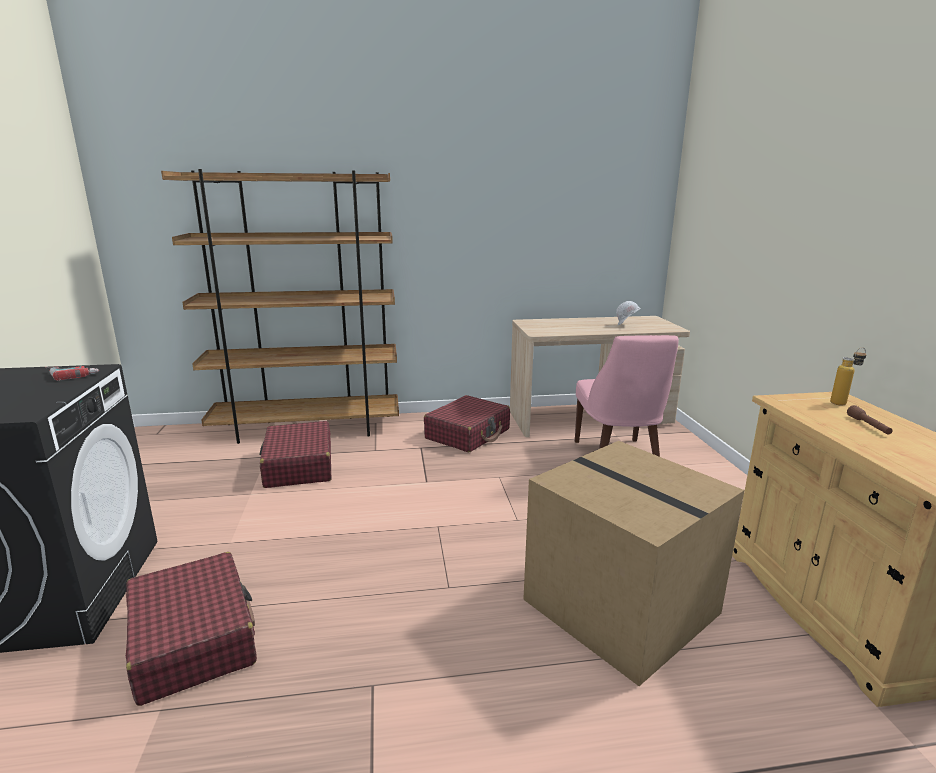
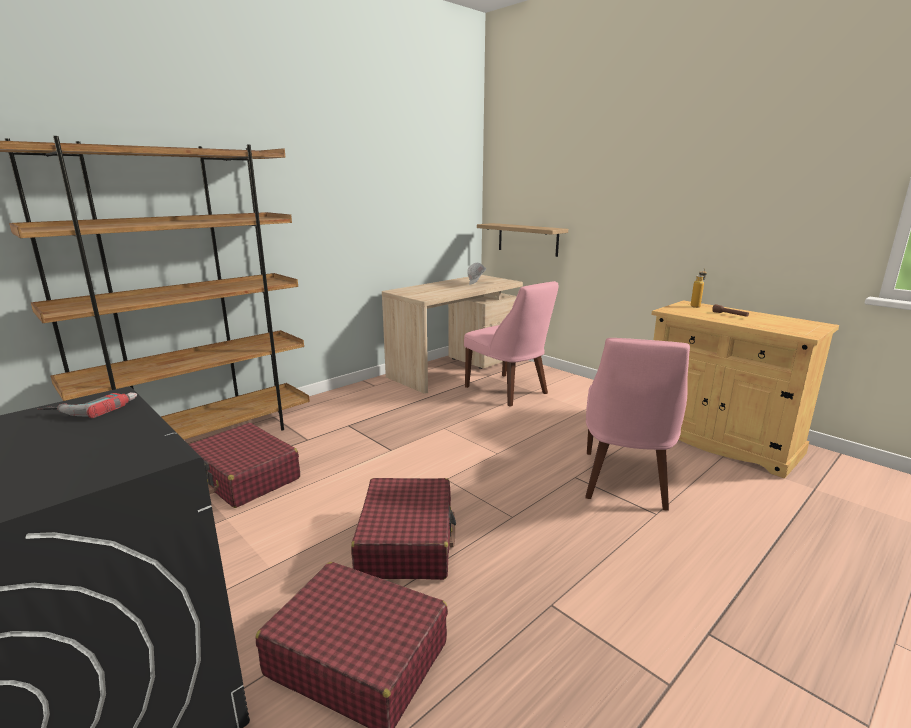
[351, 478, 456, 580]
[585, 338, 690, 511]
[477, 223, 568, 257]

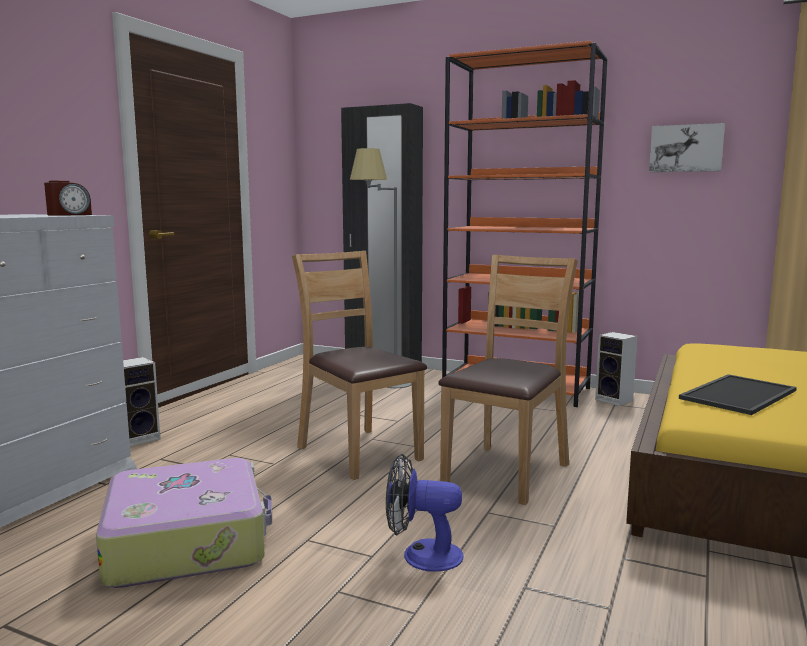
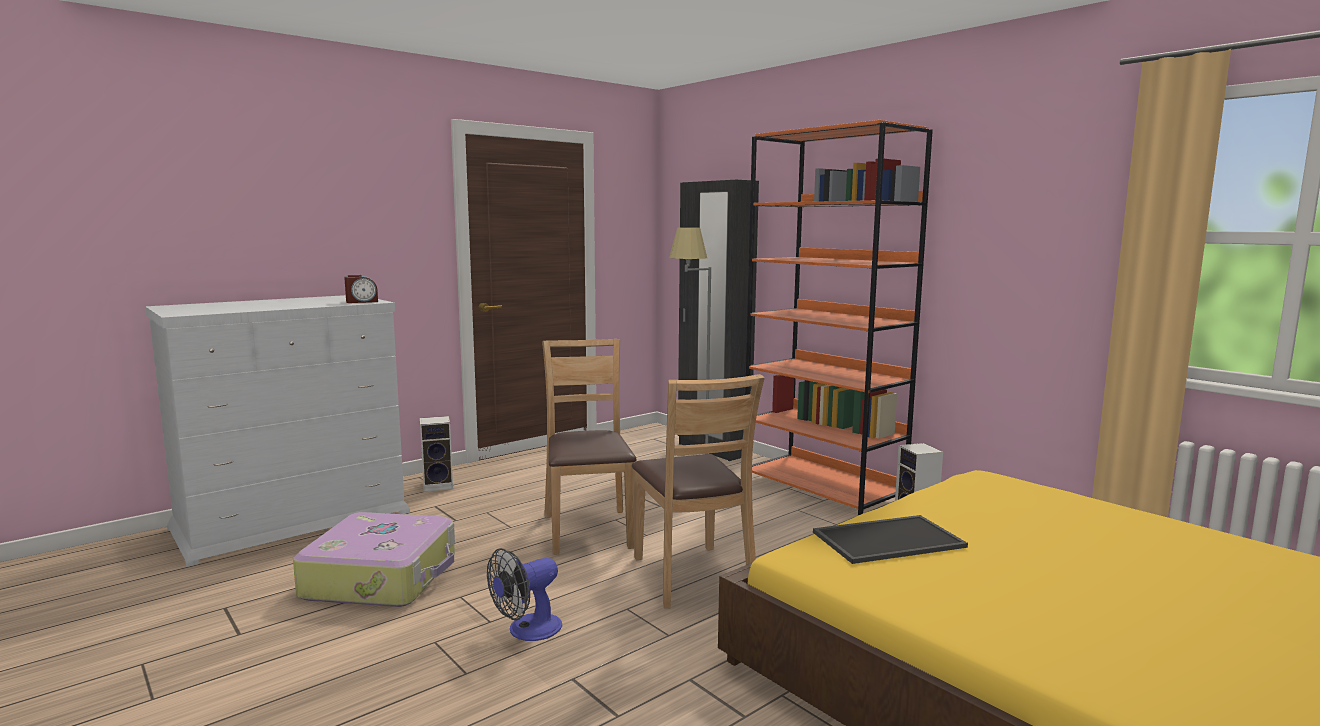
[649, 123, 725, 172] (first image)
[632, 374, 765, 609]
[487, 548, 562, 641]

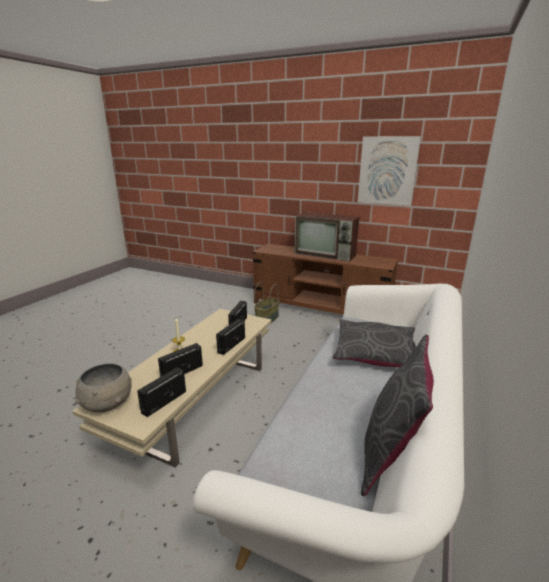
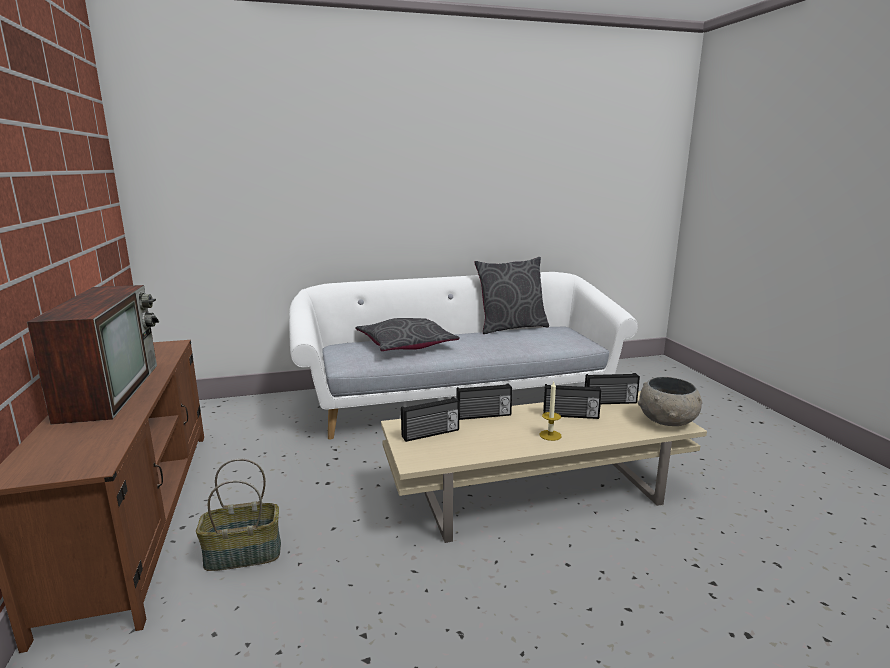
[358, 136, 421, 206] (first image)

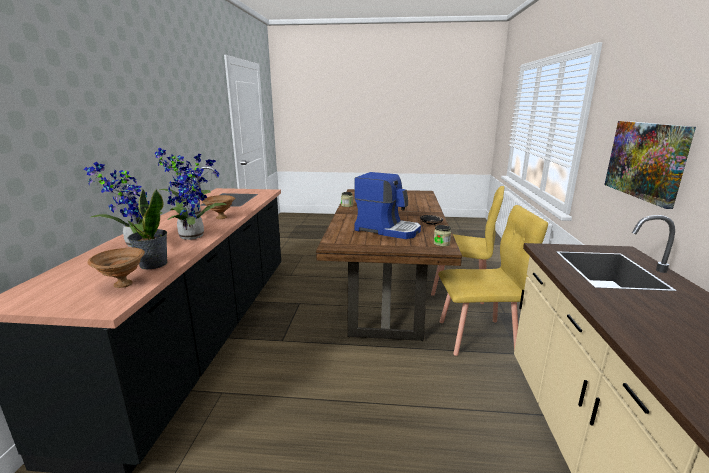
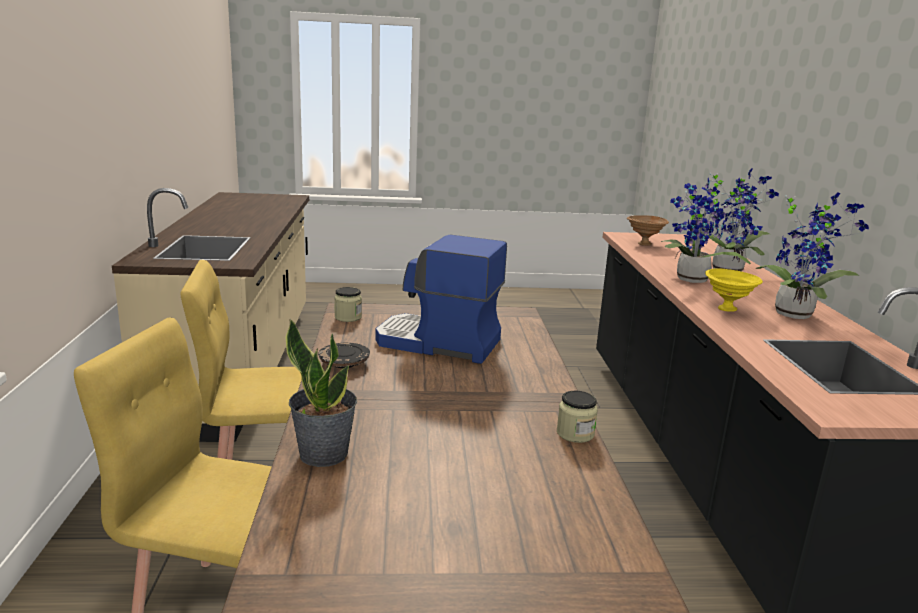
[604, 121, 696, 209] (first image)
[285, 319, 357, 467]
[705, 268, 763, 312]

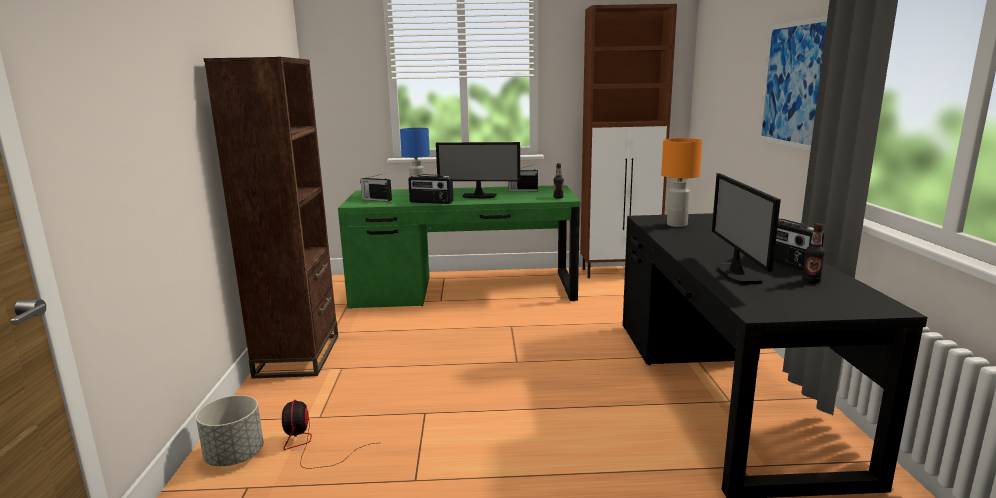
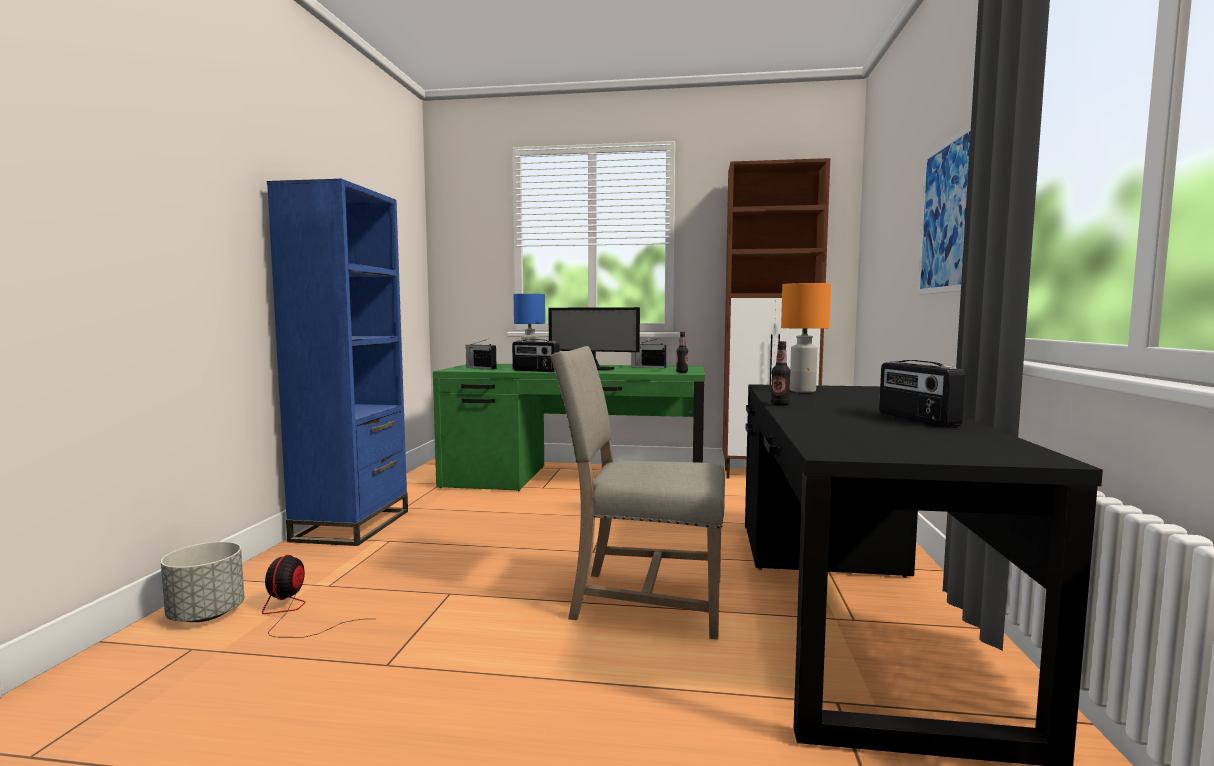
[267, 179, 408, 546]
[712, 173, 781, 284] (first image)
[771, 341, 791, 406]
[550, 346, 725, 639]

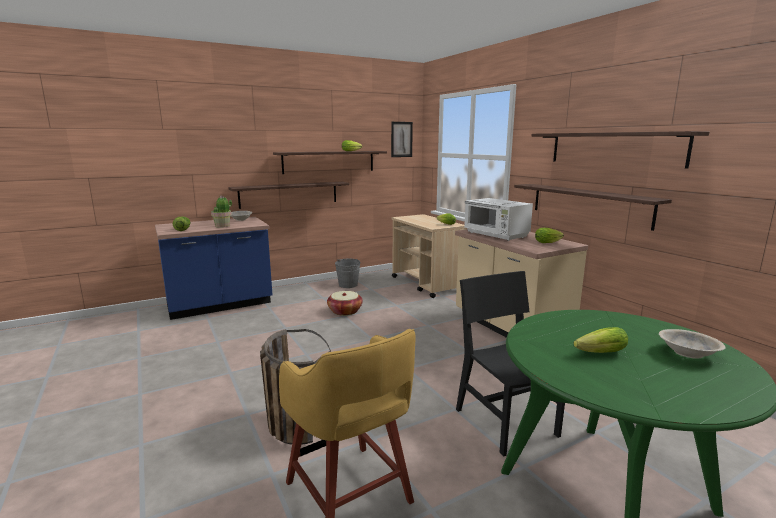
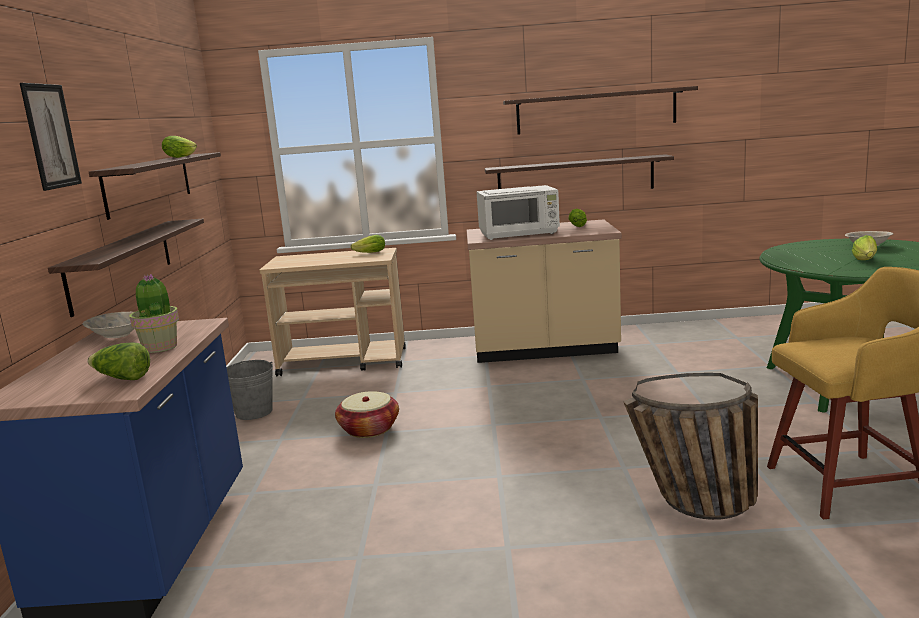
[20, 83, 82, 191]
[456, 271, 565, 457] (first image)

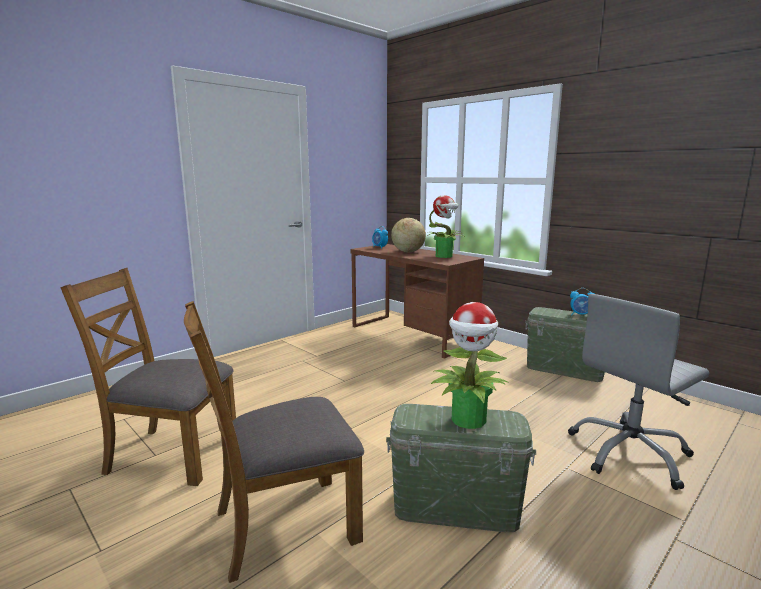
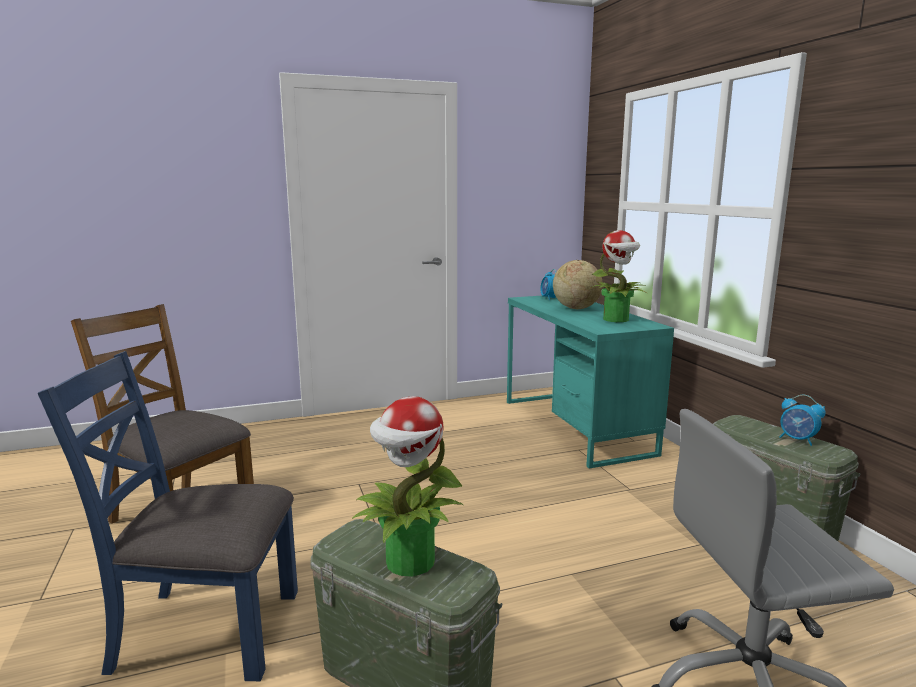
[507, 295, 674, 469]
[38, 351, 298, 681]

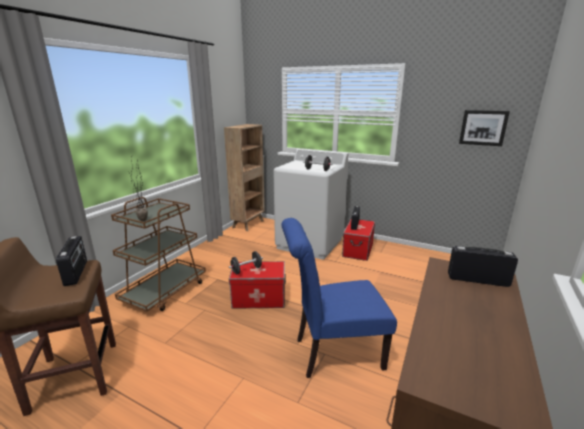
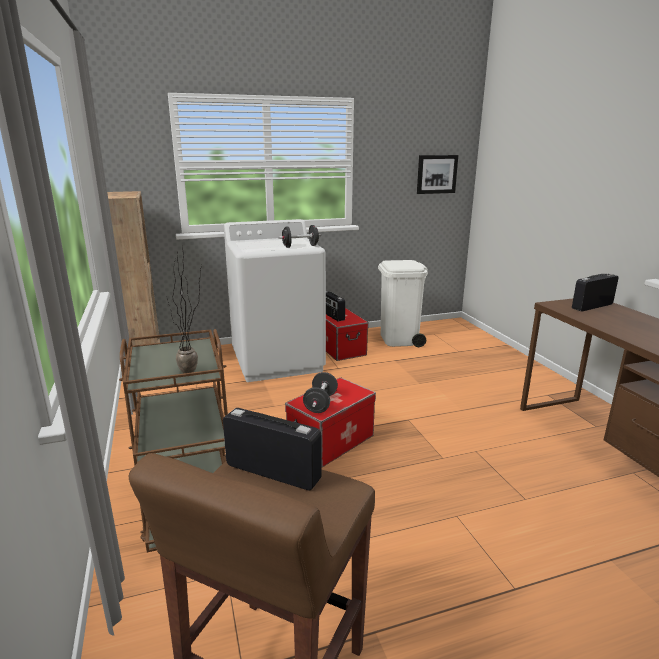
[281, 218, 397, 378] (first image)
[378, 260, 428, 347]

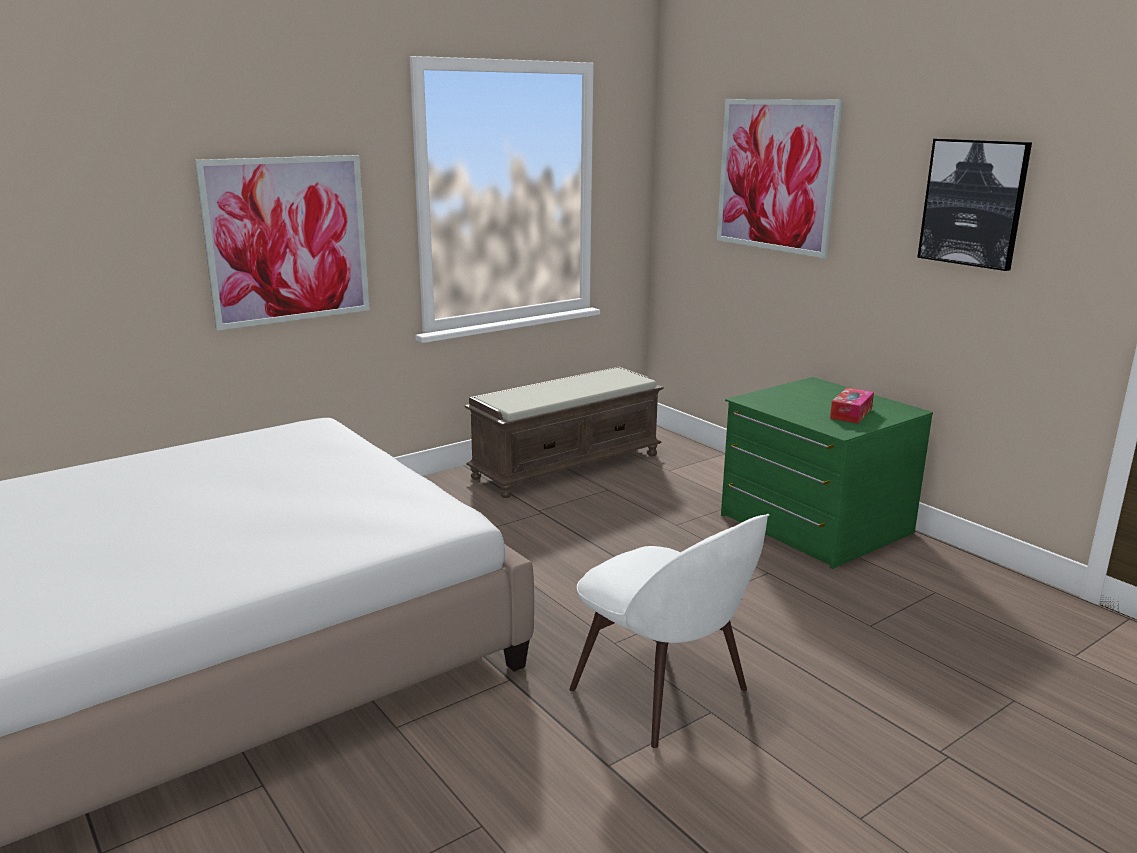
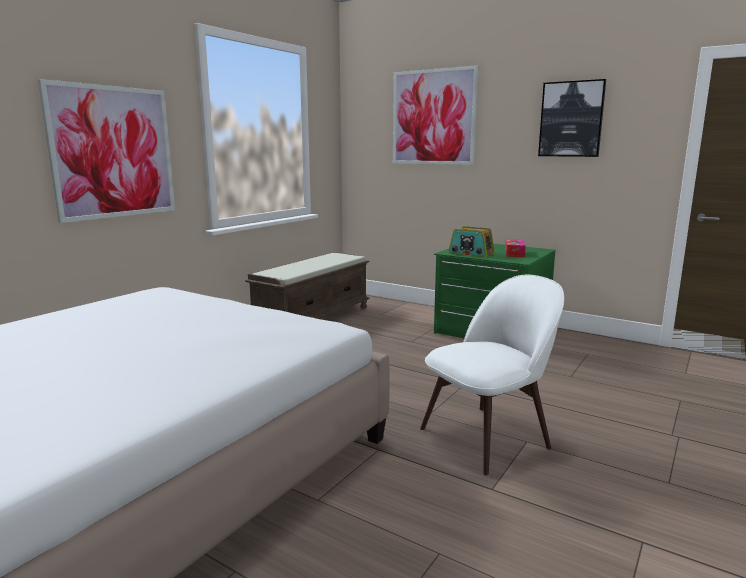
[420, 275, 564, 476]
[448, 226, 495, 258]

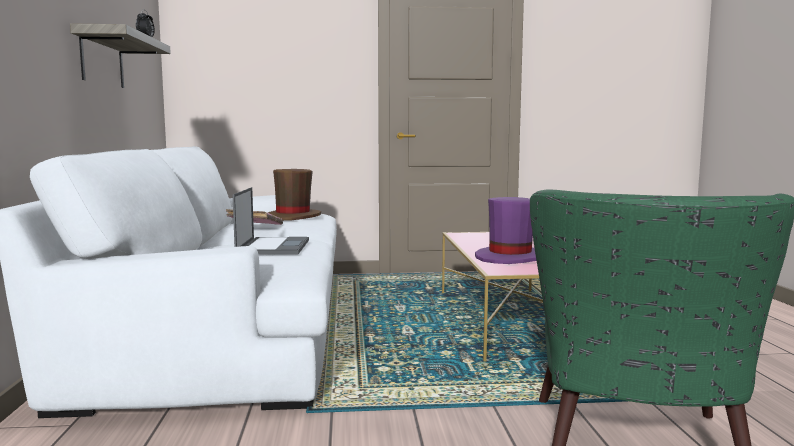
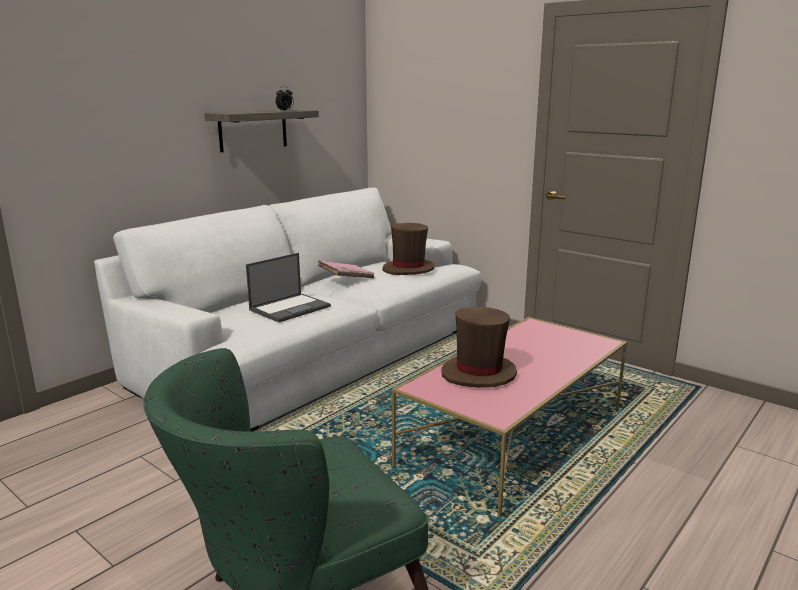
[441, 307, 517, 388]

